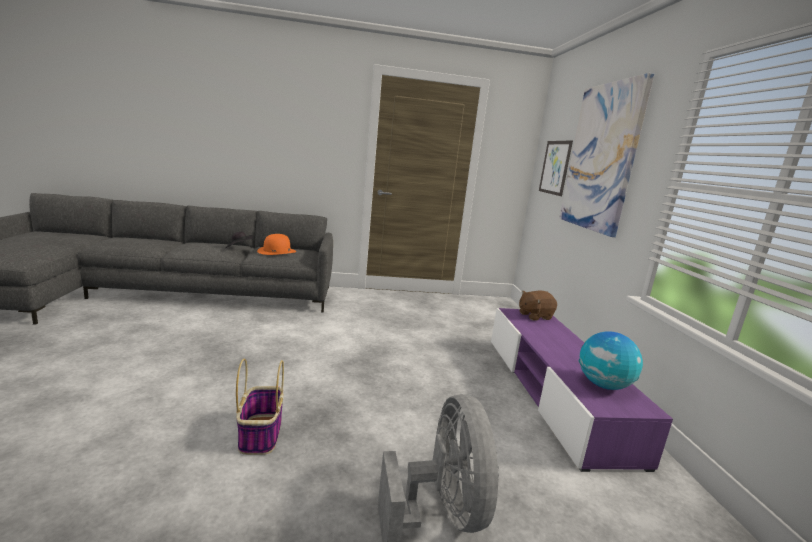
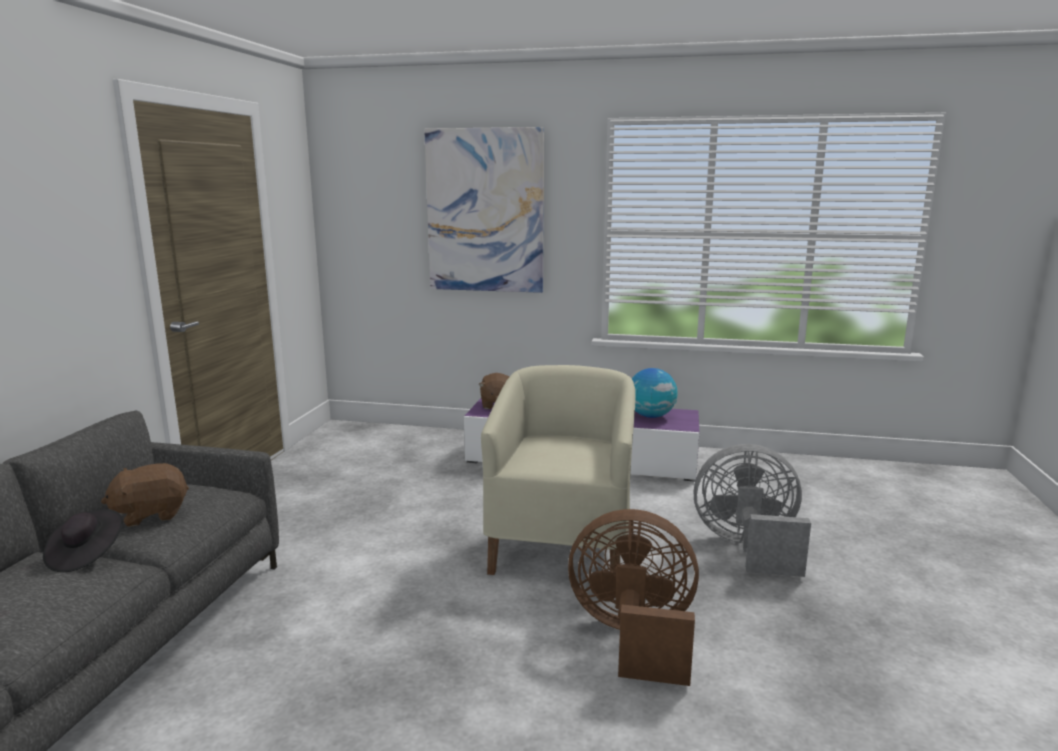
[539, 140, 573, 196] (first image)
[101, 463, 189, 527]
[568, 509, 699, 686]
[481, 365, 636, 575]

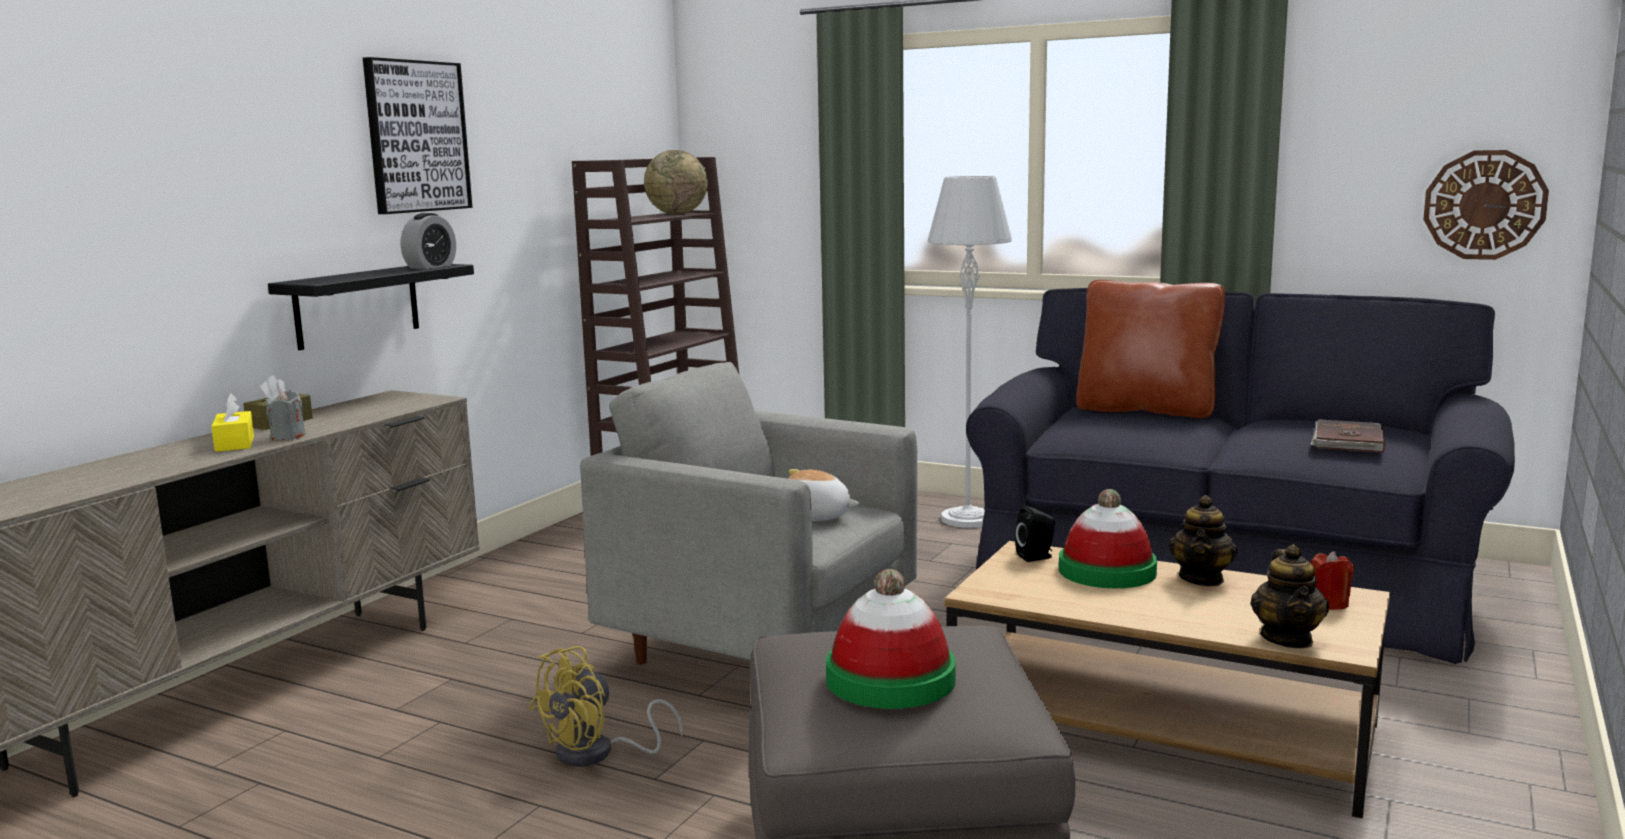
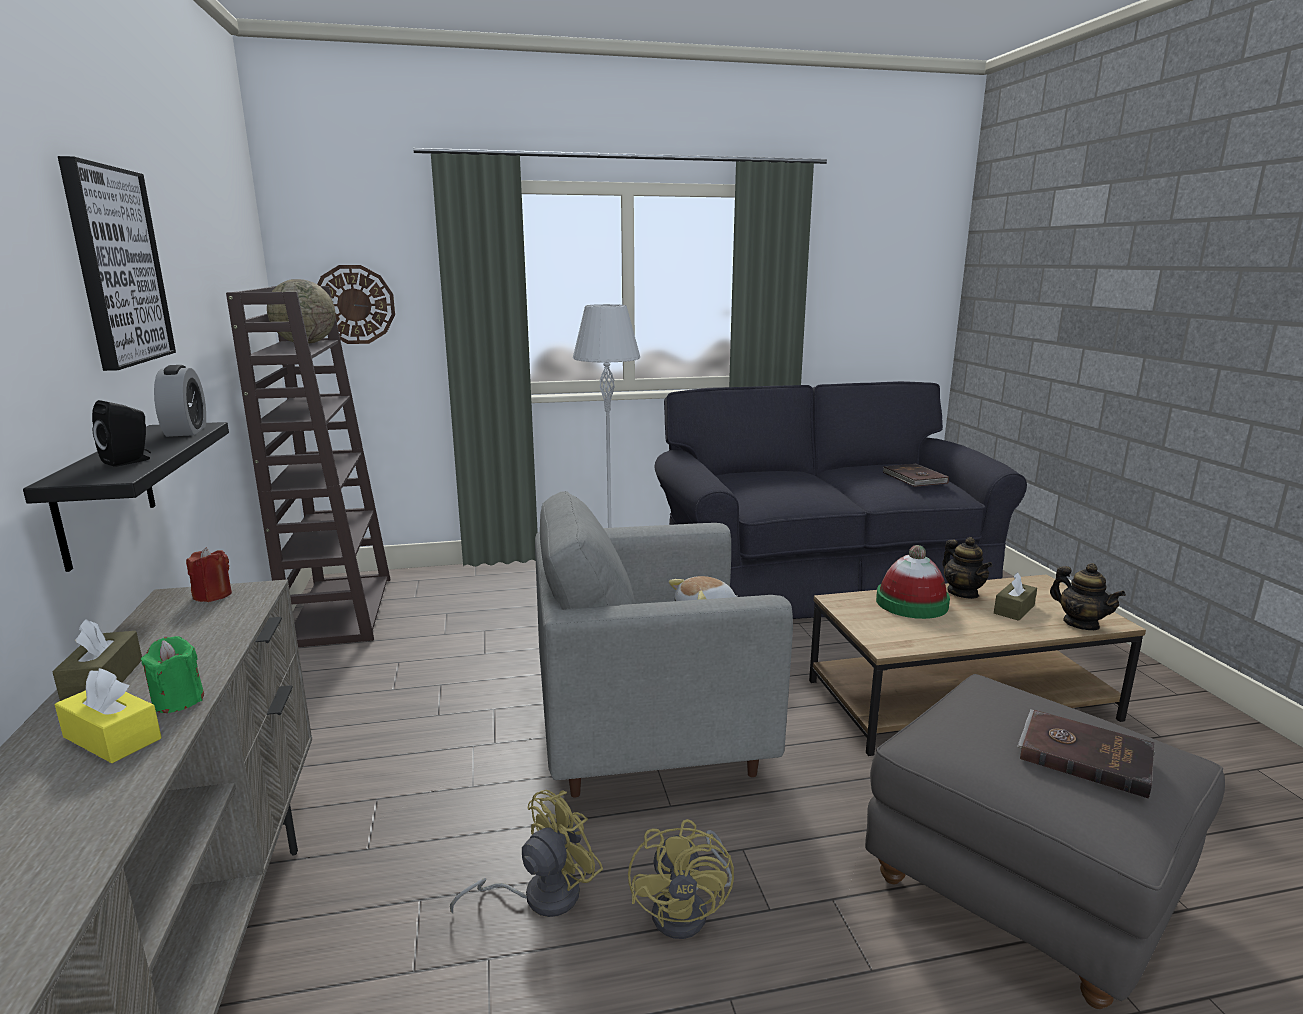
[317, 265, 395, 344]
[1076, 280, 1225, 418] (first image)
[141, 636, 204, 713]
[92, 400, 151, 467]
[186, 547, 232, 602]
[1017, 709, 1155, 799]
[994, 572, 1037, 621]
[450, 790, 603, 917]

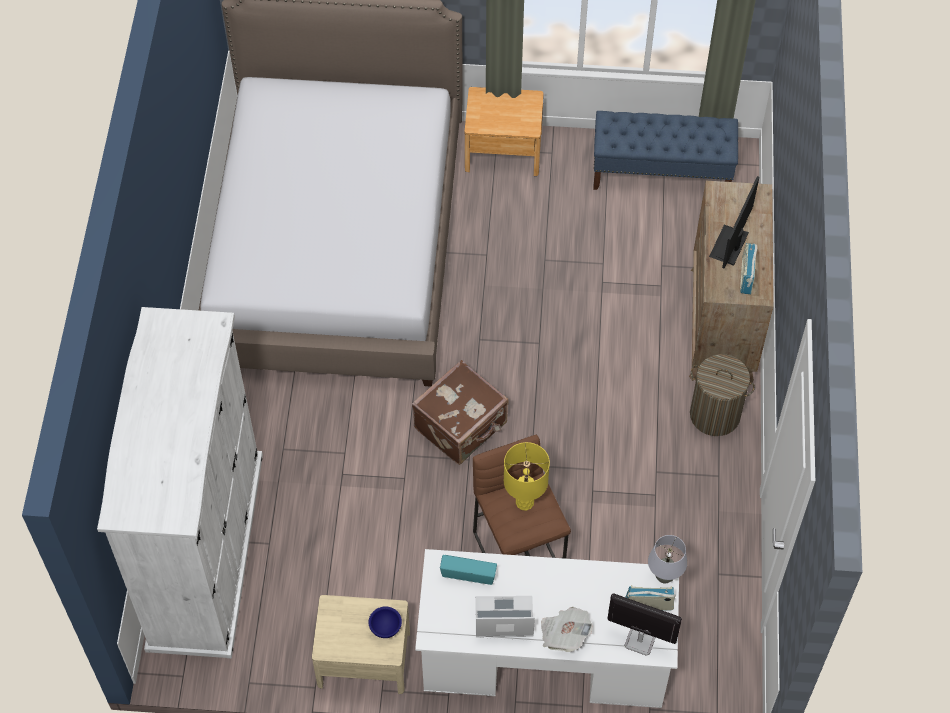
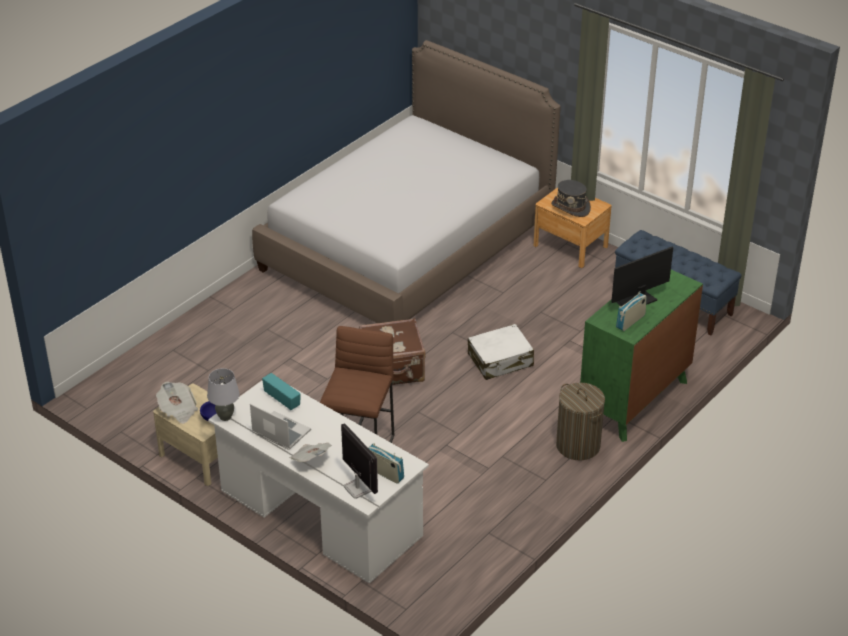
[580, 270, 703, 442]
[97, 307, 263, 658] (first image)
[504, 442, 550, 511] (first image)
[207, 368, 240, 421]
[551, 180, 591, 217]
[468, 324, 534, 380]
[156, 381, 198, 424]

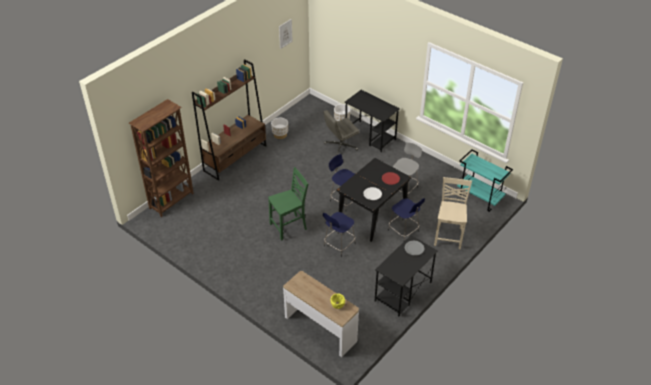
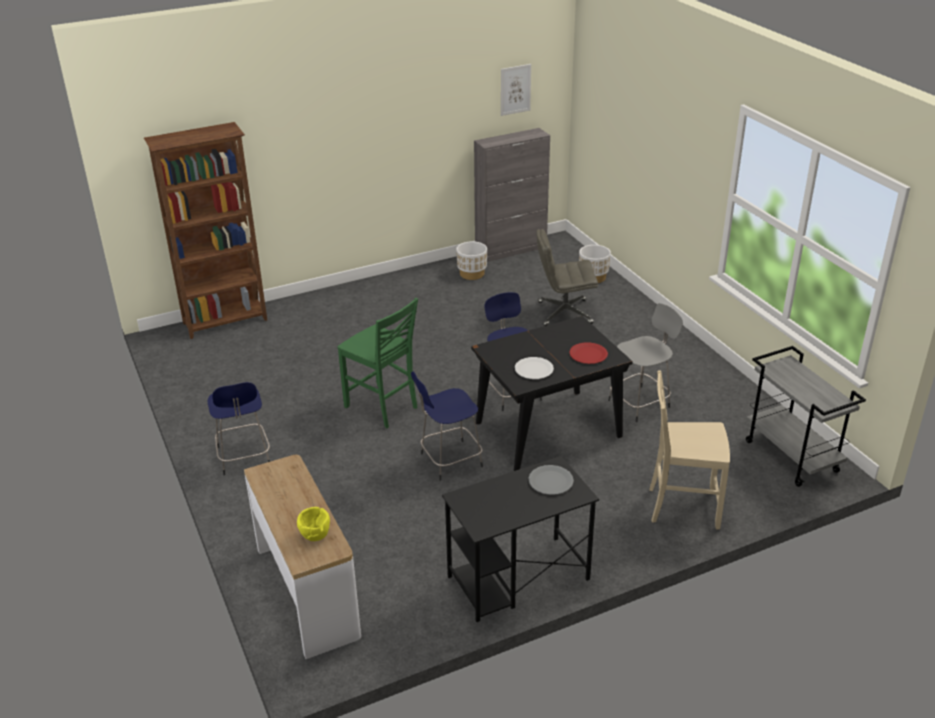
[192, 59, 266, 181] (first image)
[345, 90, 400, 152] (first image)
[746, 346, 866, 487]
[337, 298, 418, 428]
[649, 370, 730, 529]
[208, 382, 270, 475]
[474, 128, 550, 262]

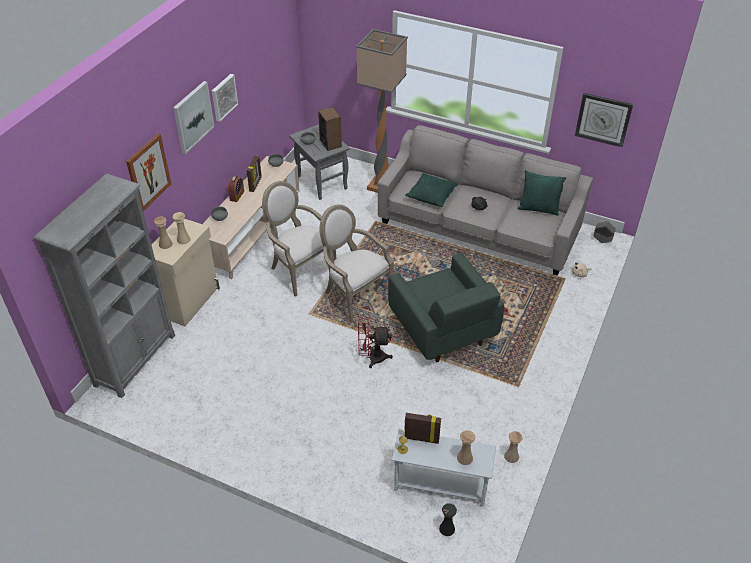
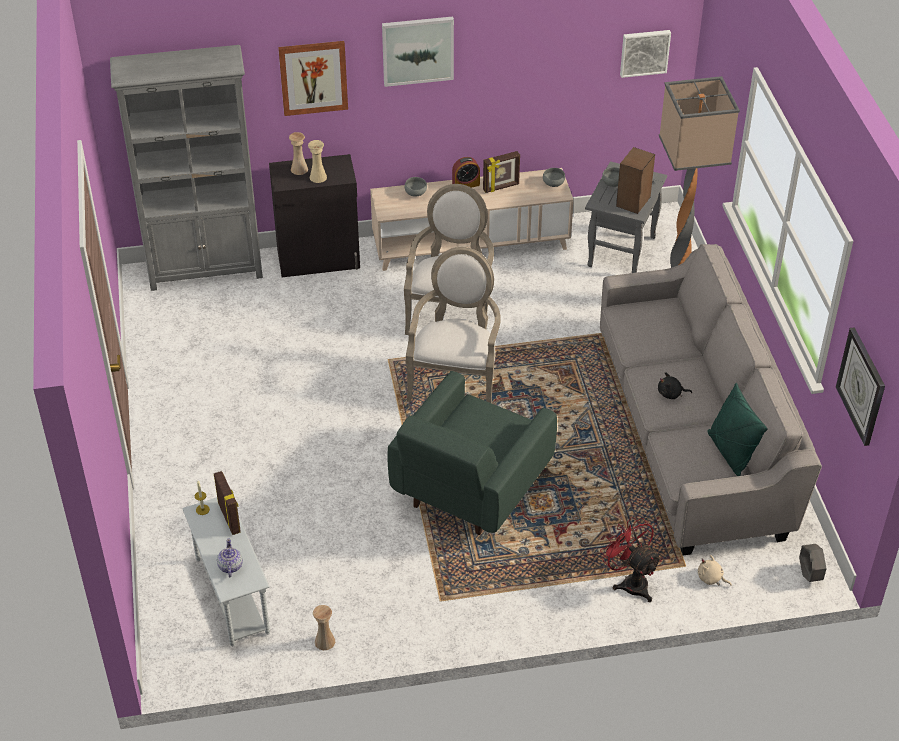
[620, 30, 671, 78]
[405, 173, 458, 207] (first image)
[269, 154, 360, 277]
[600, 517, 662, 602]
[217, 539, 243, 577]
[439, 503, 457, 536] (first image)

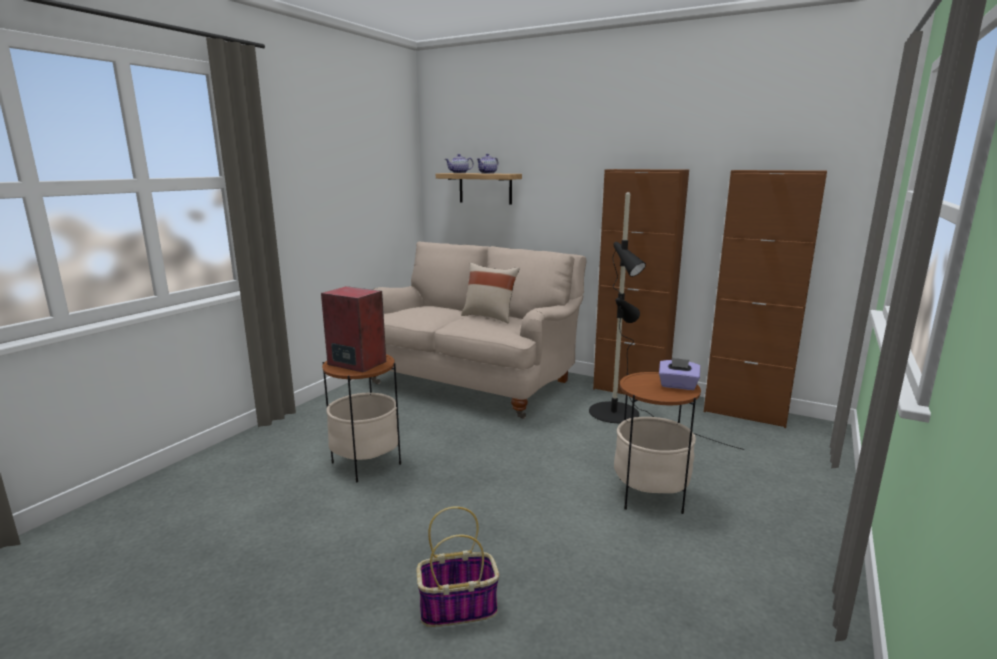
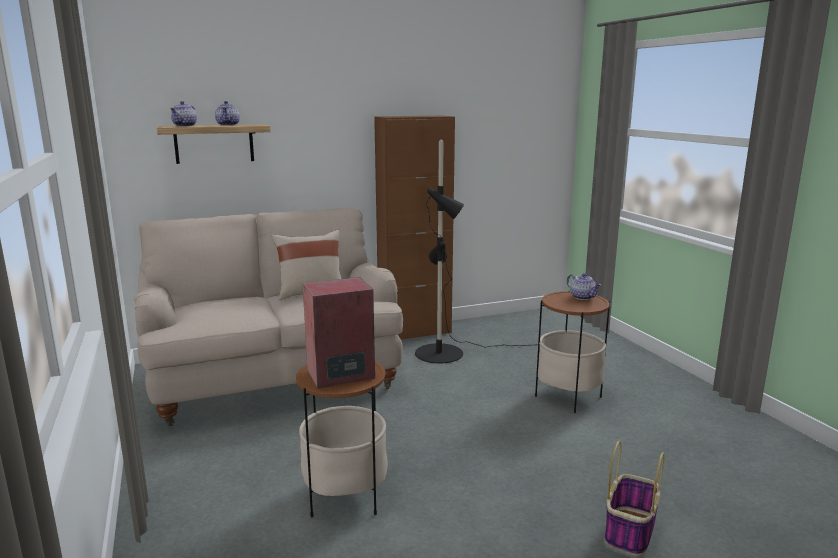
[704, 170, 827, 428] (first image)
[567, 273, 601, 300]

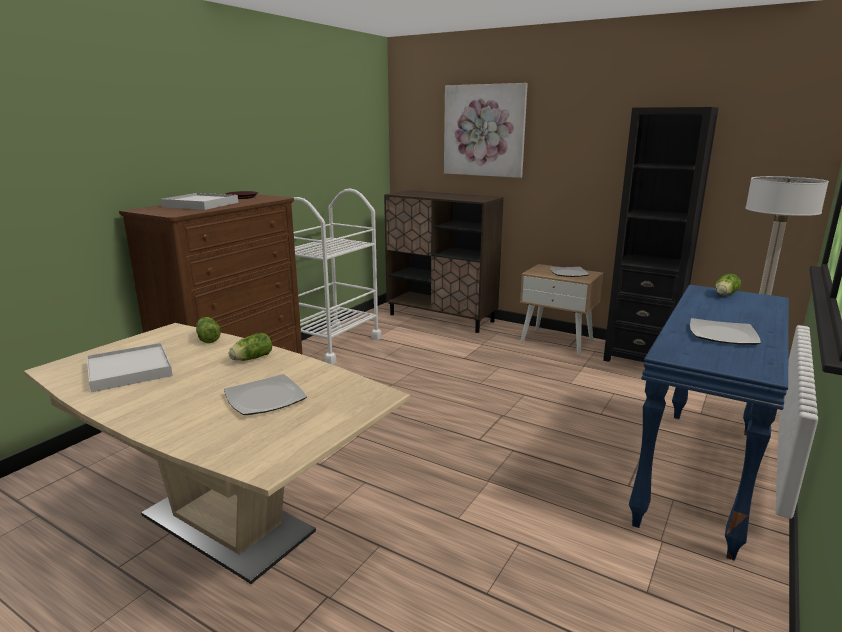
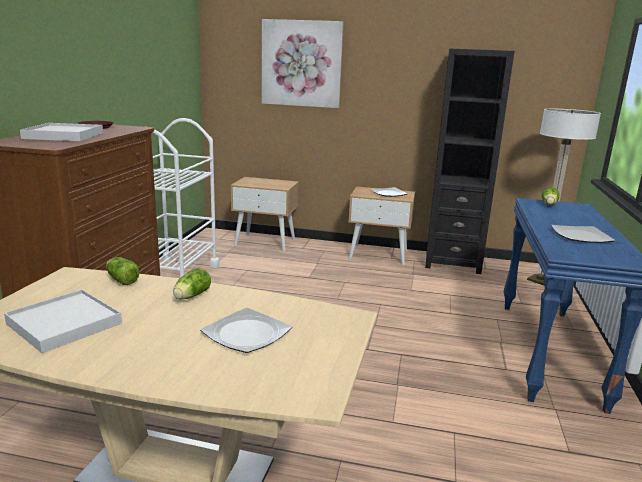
[231, 177, 299, 251]

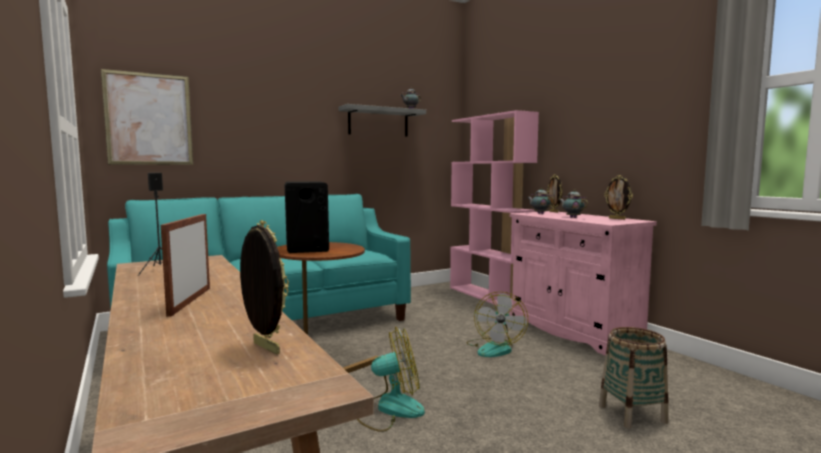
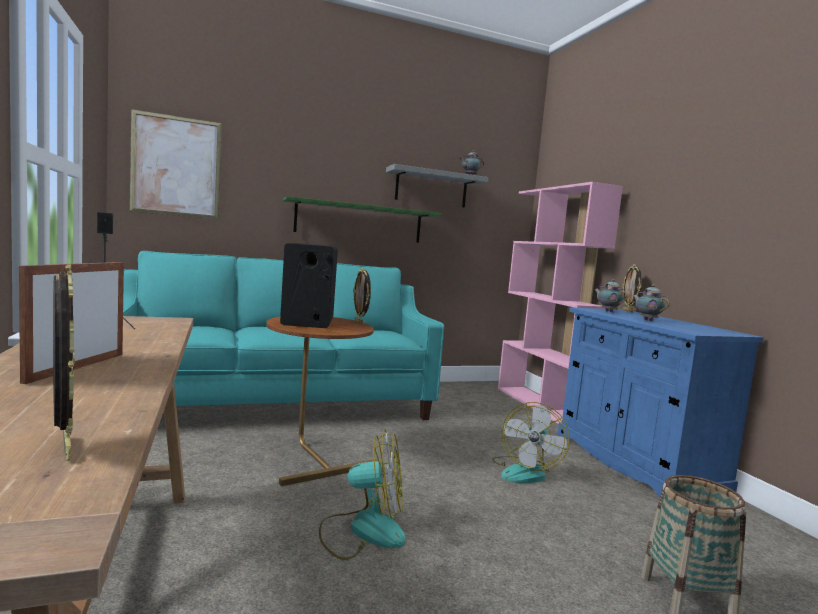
[353, 267, 371, 325]
[557, 307, 764, 498]
[283, 196, 442, 243]

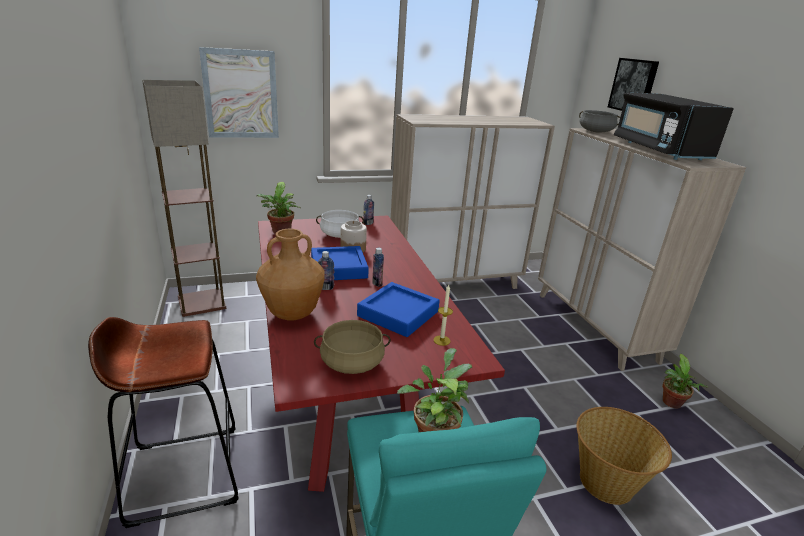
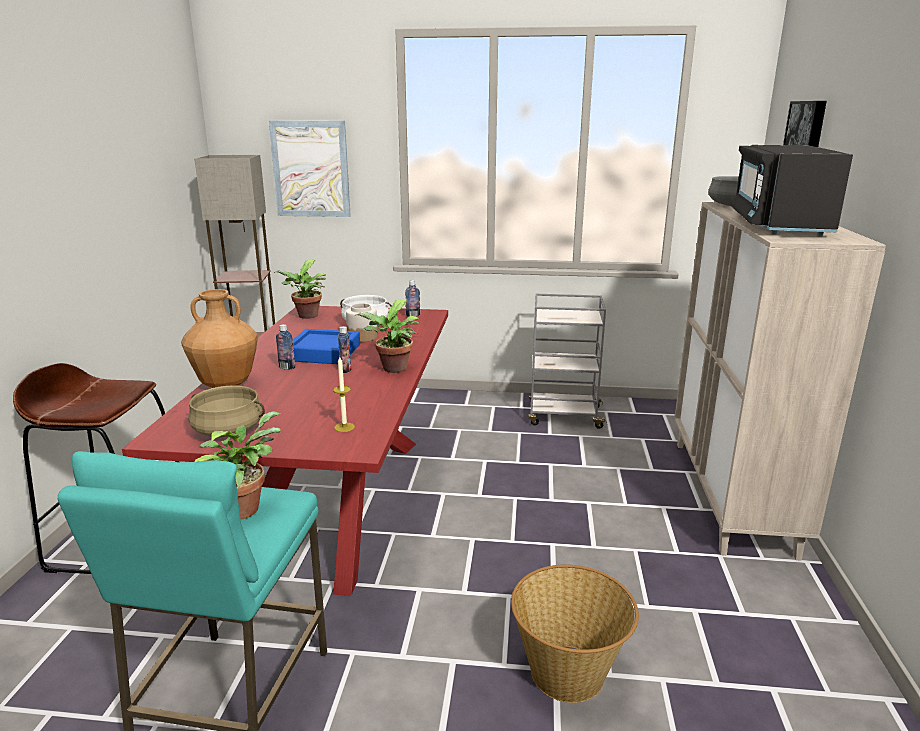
[528, 294, 607, 429]
[357, 282, 440, 337] (first image)
[354, 299, 419, 373]

